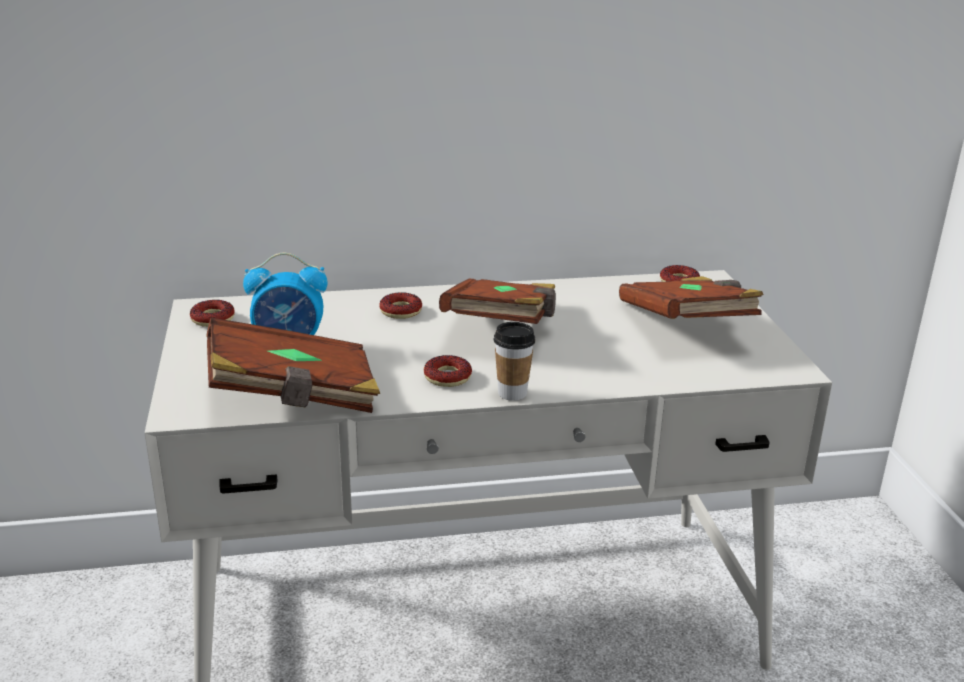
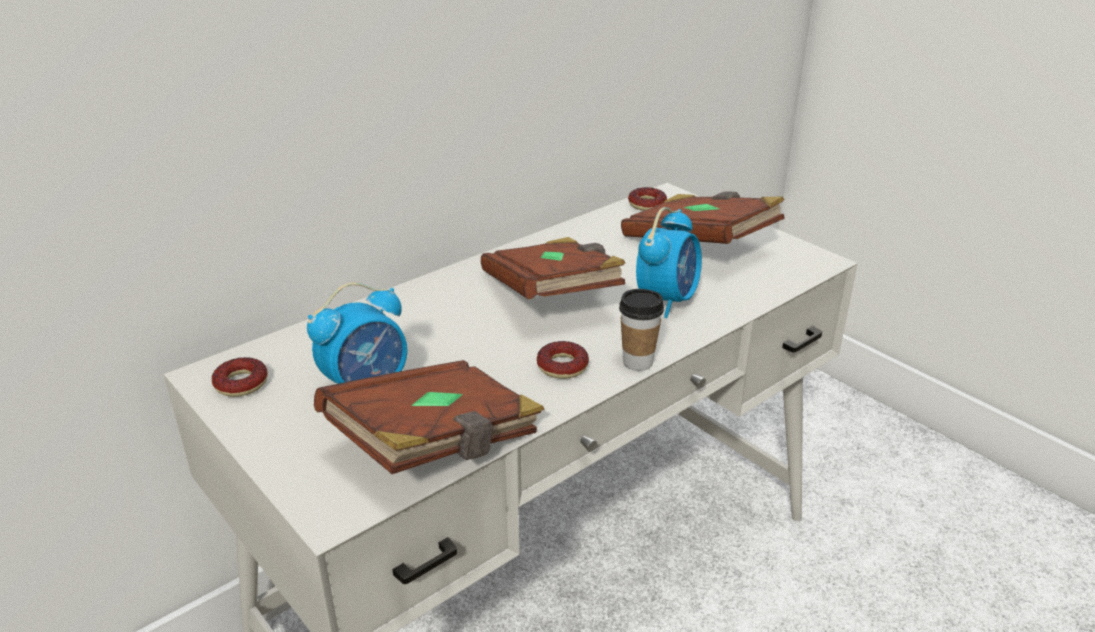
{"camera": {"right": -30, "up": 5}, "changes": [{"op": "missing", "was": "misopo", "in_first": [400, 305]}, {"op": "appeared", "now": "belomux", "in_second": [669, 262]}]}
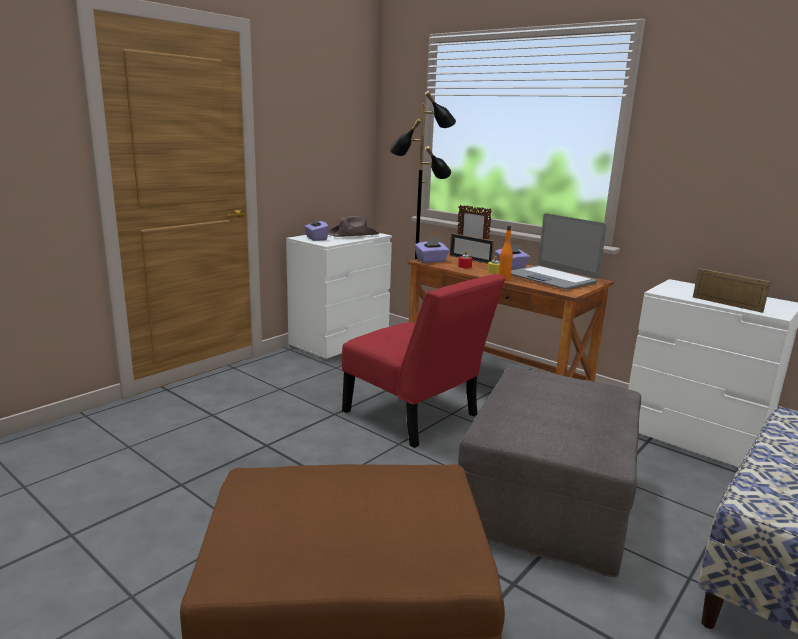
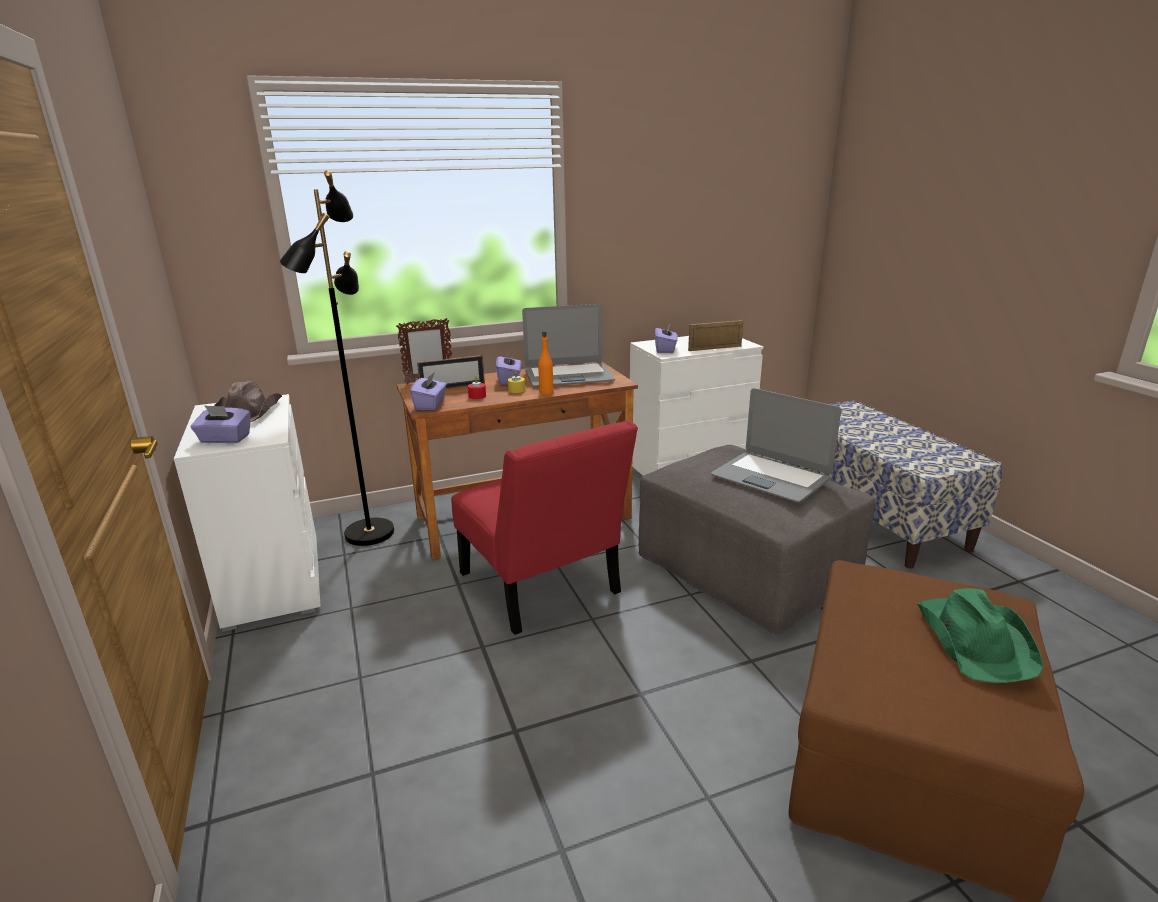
{"camera": {"right": -60, "up": 5}, "changes": [{"op": "spun", "was": "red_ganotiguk", "in_first": [423, 361], "in_second": [544, 527], "clockwise": 75}, {"op": "appeared", "now": "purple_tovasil", "in_second": [666, 339]}, {"op": "appeared", "now": "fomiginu", "in_second": [776, 445]}, {"op": "appeared", "now": "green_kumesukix", "in_second": [980, 635]}]}
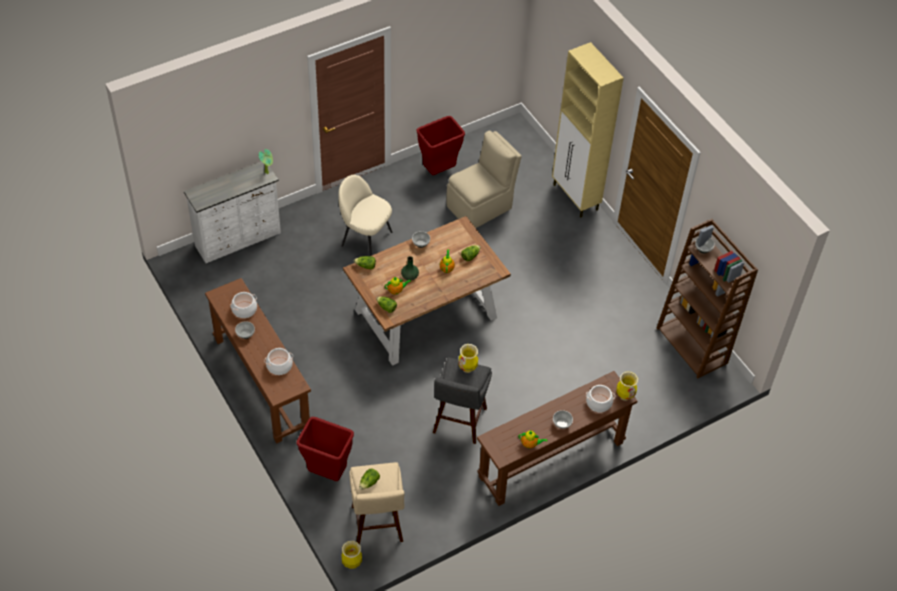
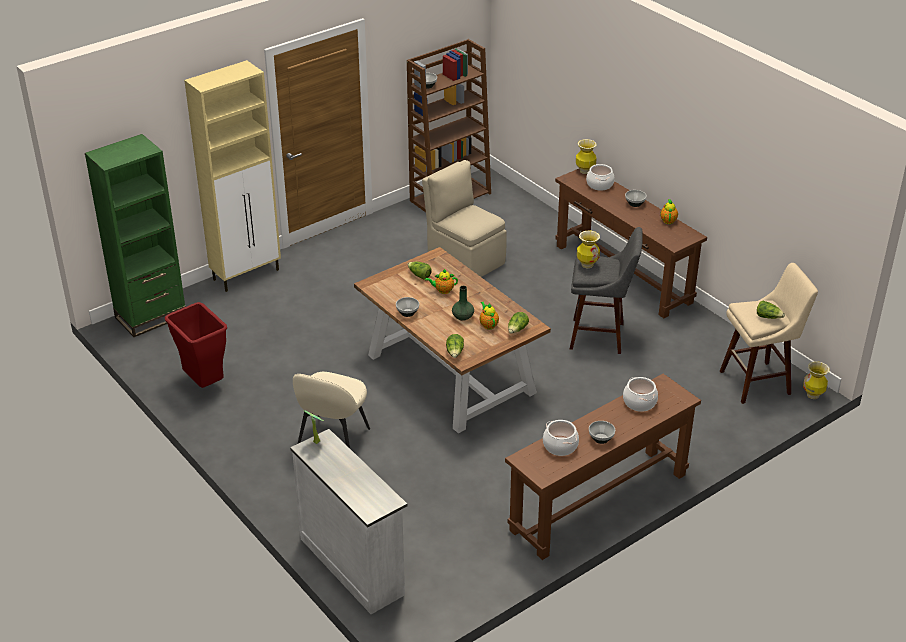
{"camera": {"right": -95, "up": -15}, "changes": [{"op": "missing", "was": "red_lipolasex", "in_first": [325, 449]}, {"op": "relocated", "was": "beige_ganotiguk", "in_first": [484, 179], "in_second": [464, 218]}, {"op": "appeared", "now": "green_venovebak", "in_second": [135, 235]}]}
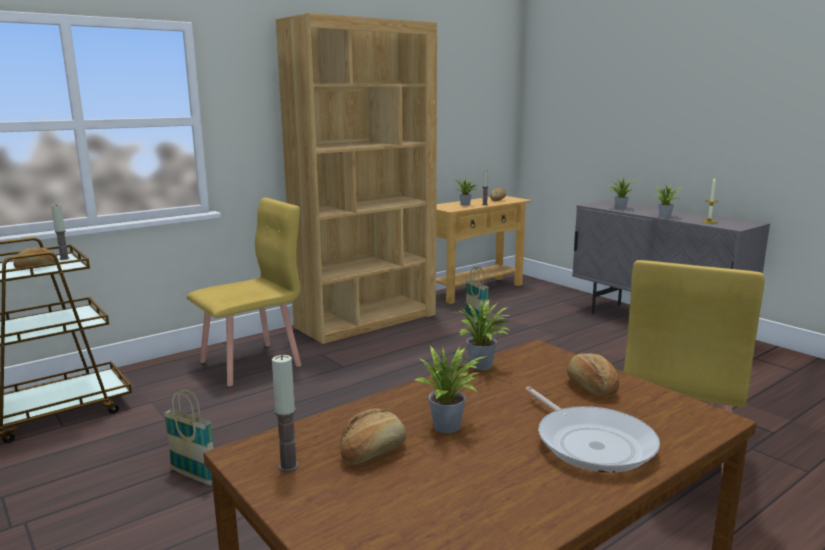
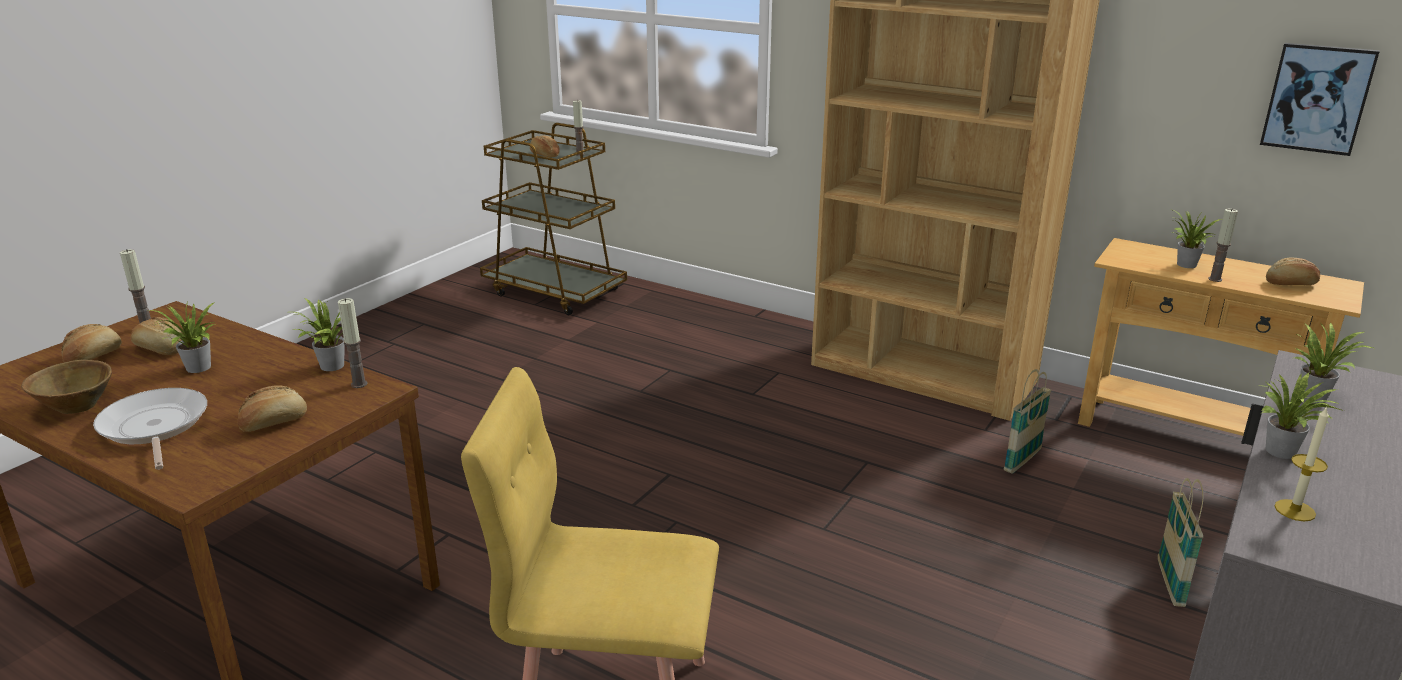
{"camera": {"right": 70, "up": 10}, "changes": [{"op": "relocated", "was": "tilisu", "in_first": [188, 437], "in_second": [1180, 542]}, {"op": "missing", "was": "yellow_ganotiguk", "in_first": [244, 291]}, {"op": "spun", "was": "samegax", "in_first": [592, 430], "in_second": [150, 429], "clockwise": 105}, {"op": "appeared", "now": "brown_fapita", "in_second": [66, 387]}, {"op": "appeared", "now": "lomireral", "in_second": [91, 343]}, {"op": "appeared", "now": "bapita", "in_second": [352, 343]}, {"op": "appeared", "now": "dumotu", "in_second": [1320, 99]}]}
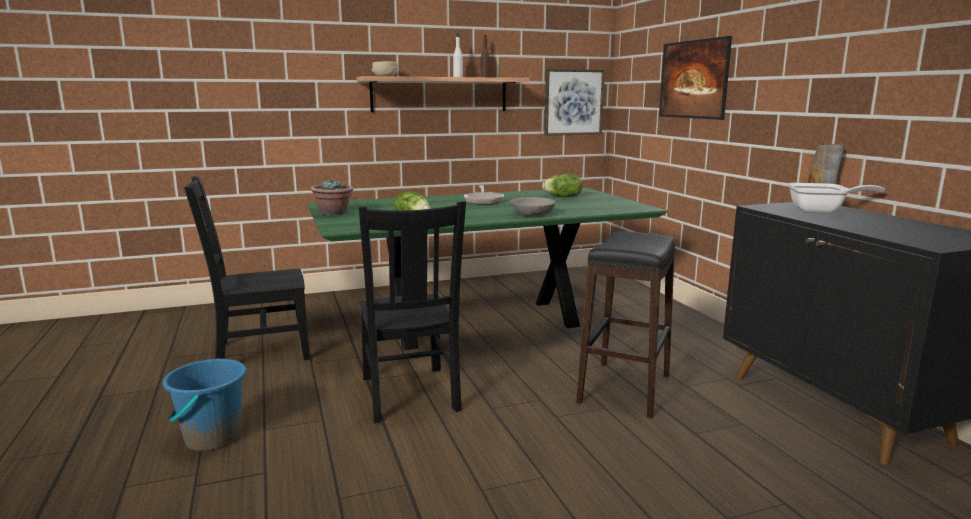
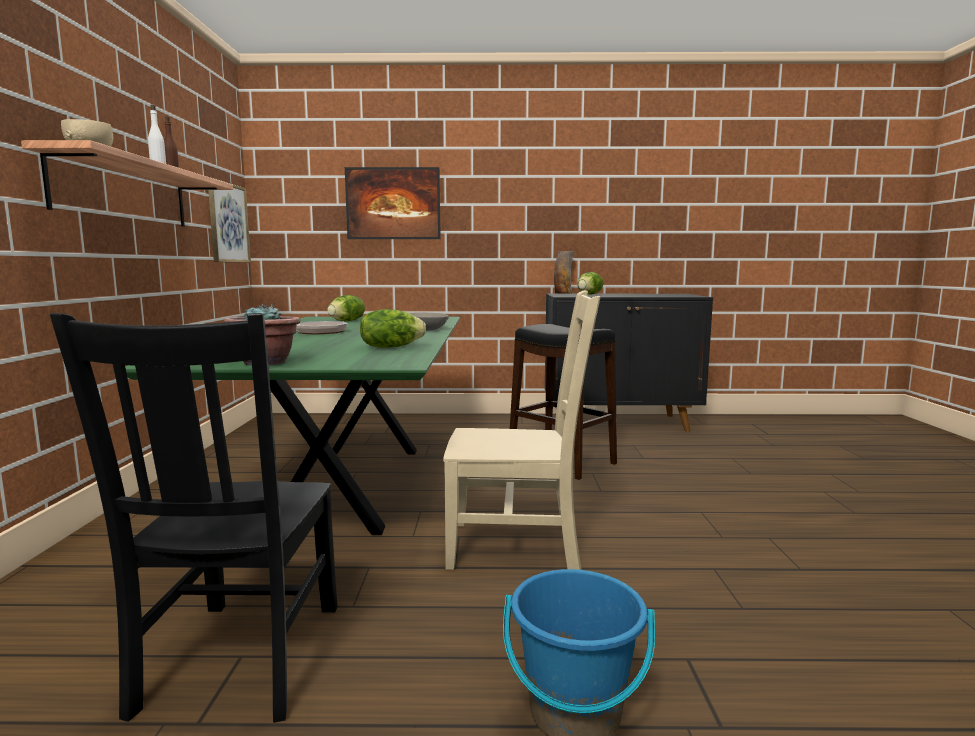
{"camera": {"right": -70, "up": -5}, "changes": [{"op": "colour", "was": "black_ganotiguk", "now": "beige_ganotiguk", "in_first": [412, 312], "in_second": [521, 430]}, {"op": "exchanged", "was": "samegax", "now": "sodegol", "in_first": [837, 198], "in_second": [590, 283]}]}
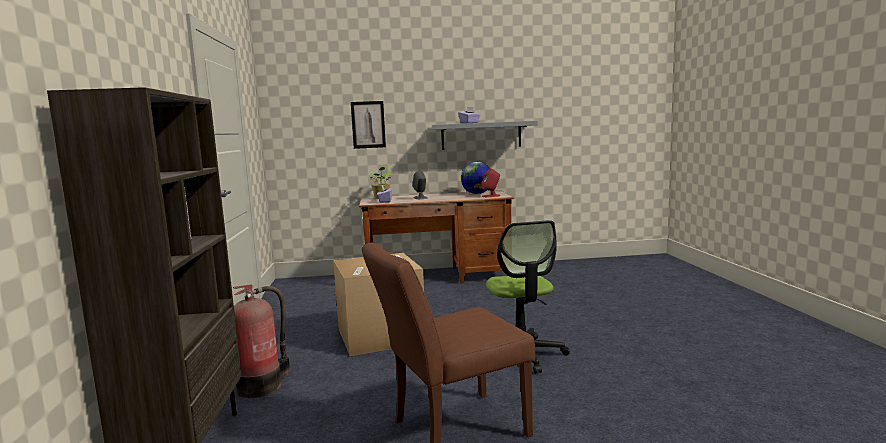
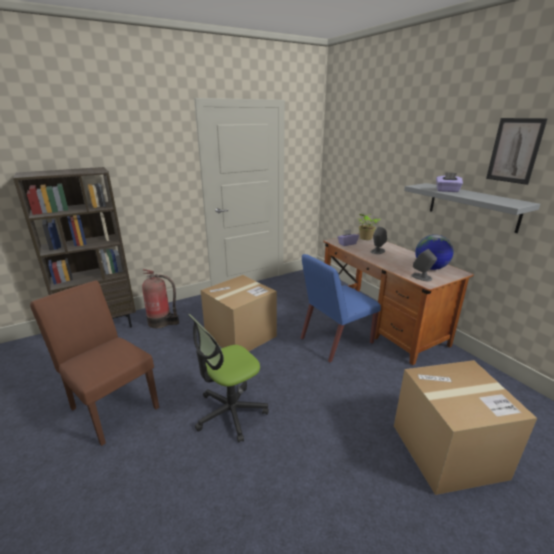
{"camera": {"right": 65, "up": 15}, "changes": [{"op": "relocated", "was": "dumotu", "in_first": [368, 125], "in_second": [517, 151]}, {"op": "colour", "was": "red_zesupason", "now": "grey_zesupason", "in_first": [491, 182], "in_second": [424, 265]}, {"op": "appeared", "now": "blue_ganotiguk", "in_second": [341, 308]}, {"op": "appeared", "now": "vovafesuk", "in_second": [465, 427]}]}
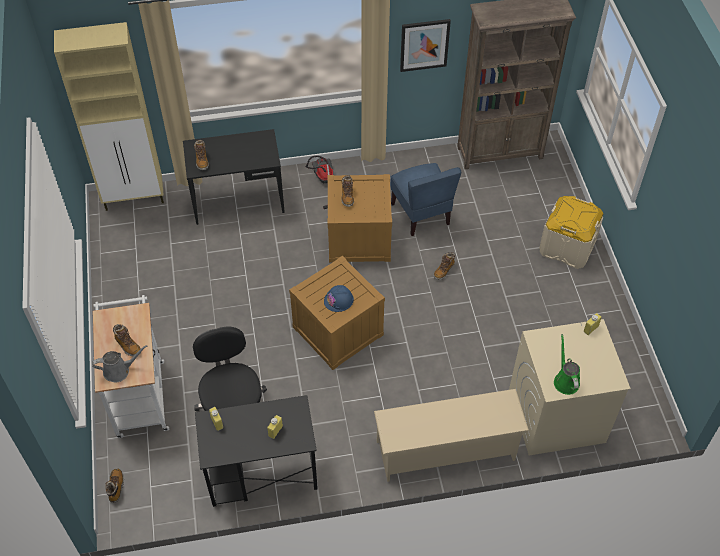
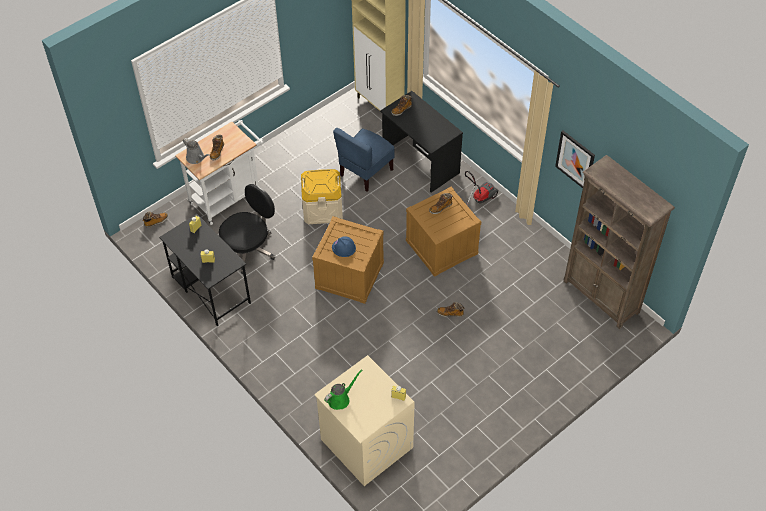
{"camera": {"right": 60, "up": 0}, "changes": [{"op": "missing", "was": "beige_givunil", "in_first": [451, 435]}, {"op": "relocated", "was": "blue_ganotiguk", "in_first": [426, 199], "in_second": [364, 160]}, {"op": "relocated", "was": "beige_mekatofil", "in_first": [571, 232], "in_second": [322, 196]}]}
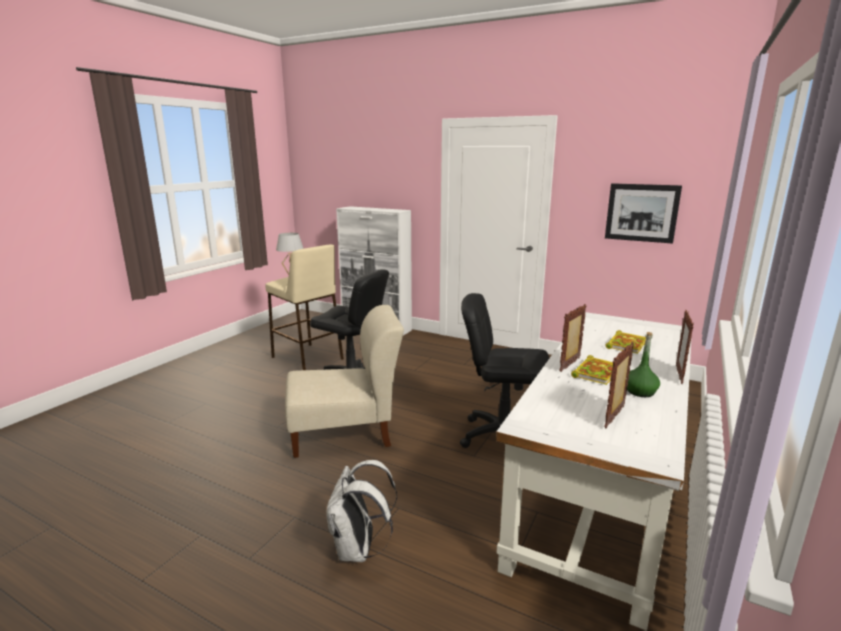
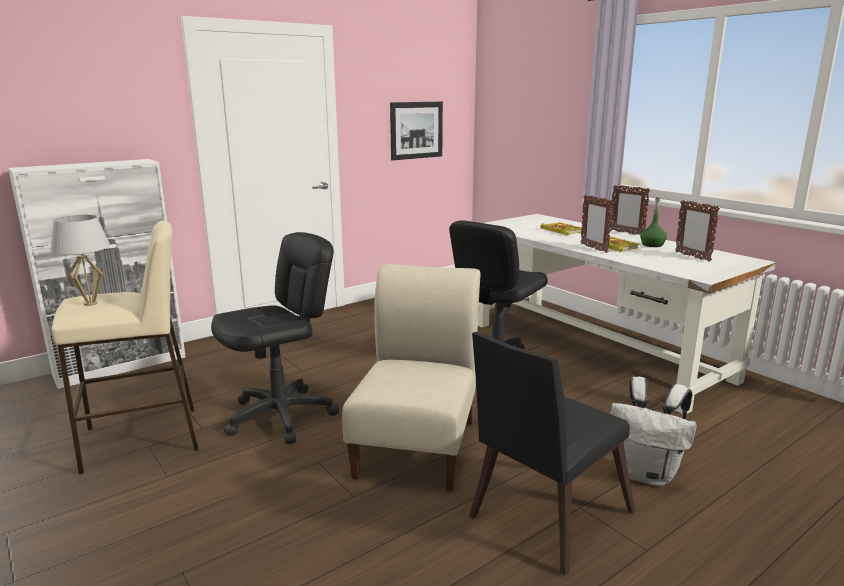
{"camera": {"right": -65, "up": 0}, "changes": [{"op": "appeared", "now": "black_ganotiguk", "in_second": [552, 453]}]}
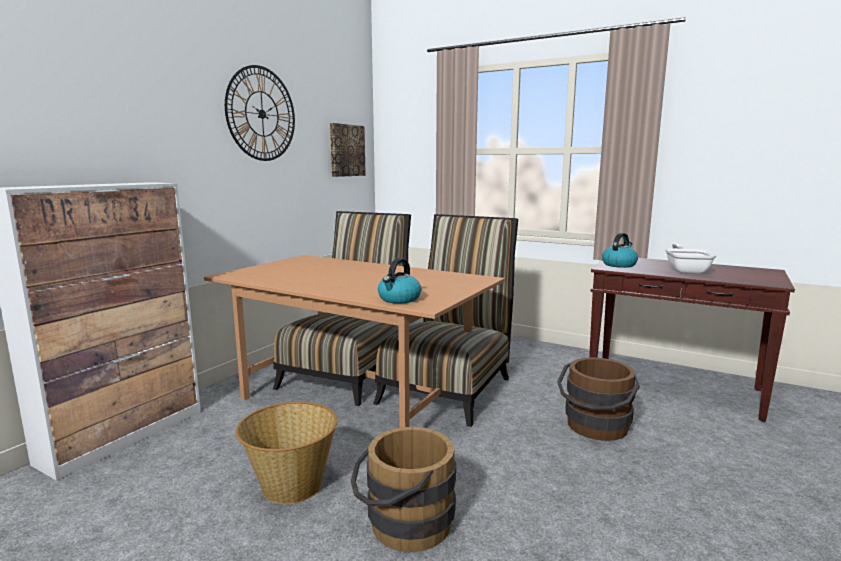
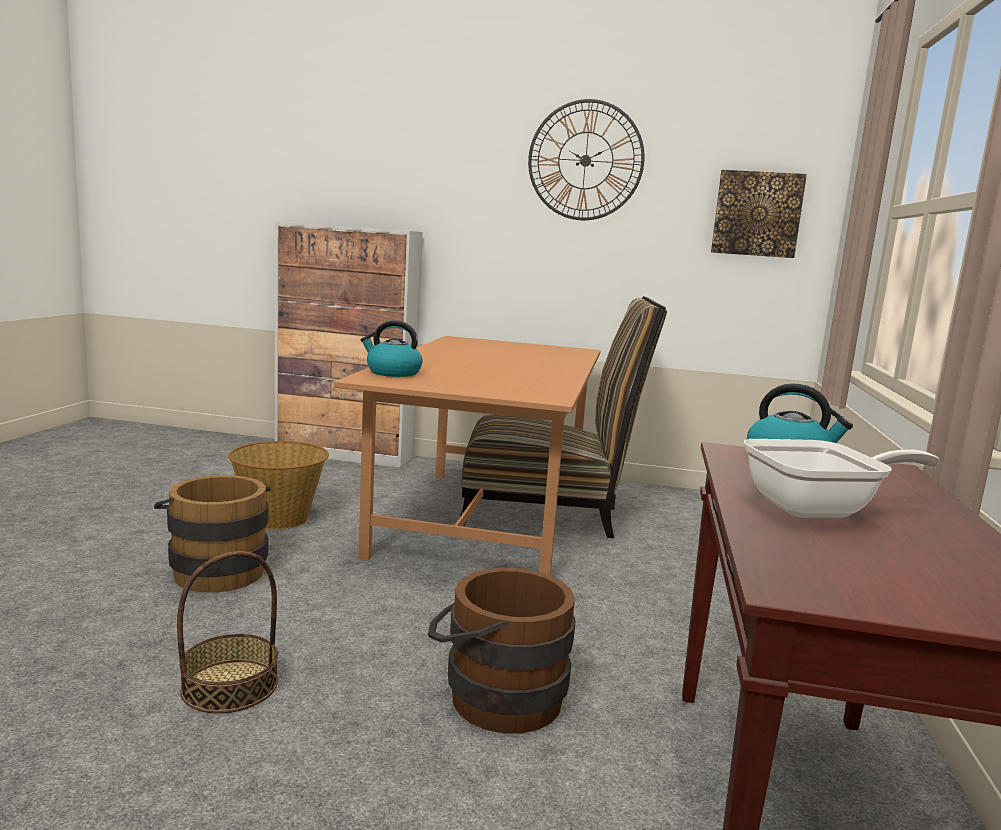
{"camera": {"right": 70, "up": 0}, "changes": [{"op": "missing", "was": "ganotiguk", "in_first": [445, 320]}, {"op": "appeared", "now": "tilisu", "in_second": [227, 632]}]}
